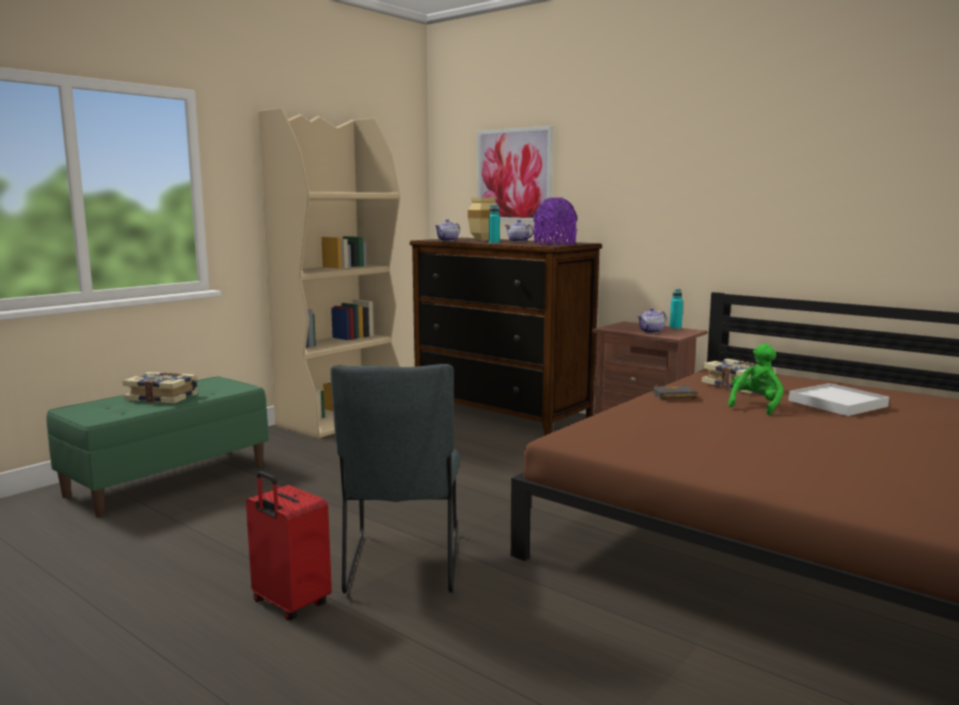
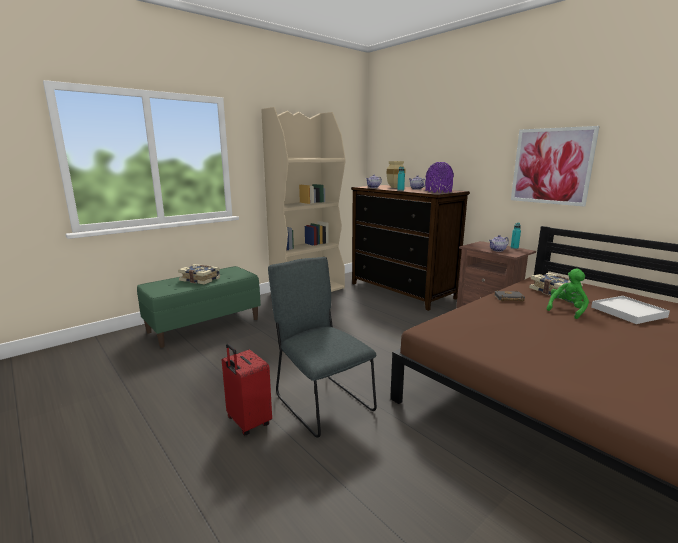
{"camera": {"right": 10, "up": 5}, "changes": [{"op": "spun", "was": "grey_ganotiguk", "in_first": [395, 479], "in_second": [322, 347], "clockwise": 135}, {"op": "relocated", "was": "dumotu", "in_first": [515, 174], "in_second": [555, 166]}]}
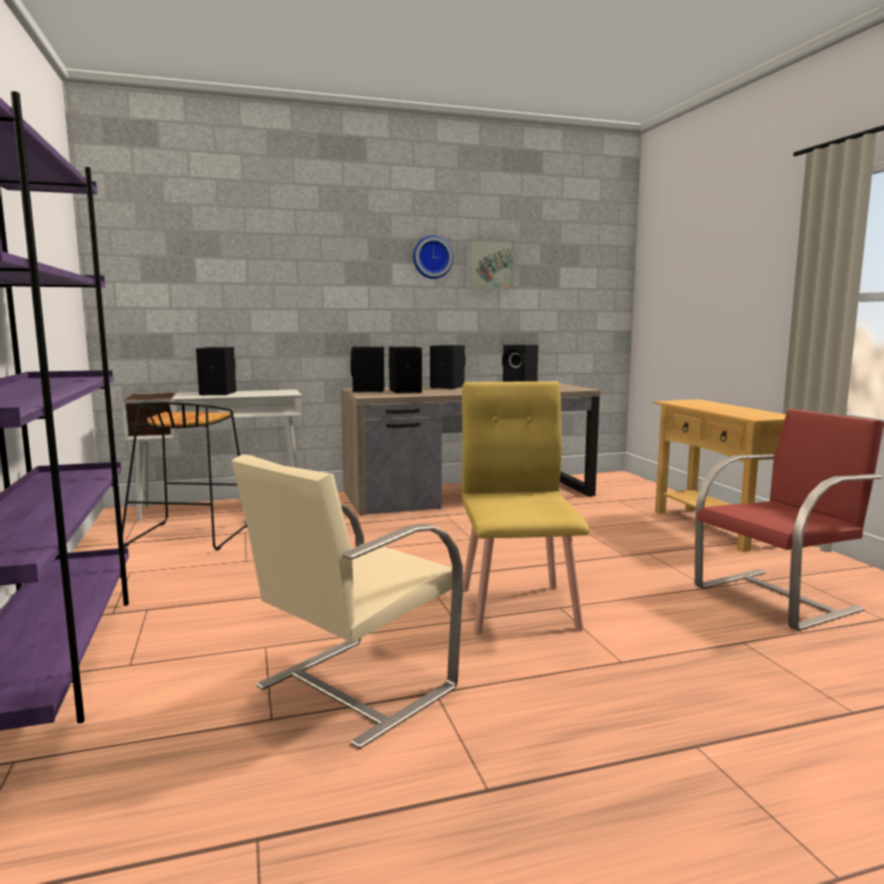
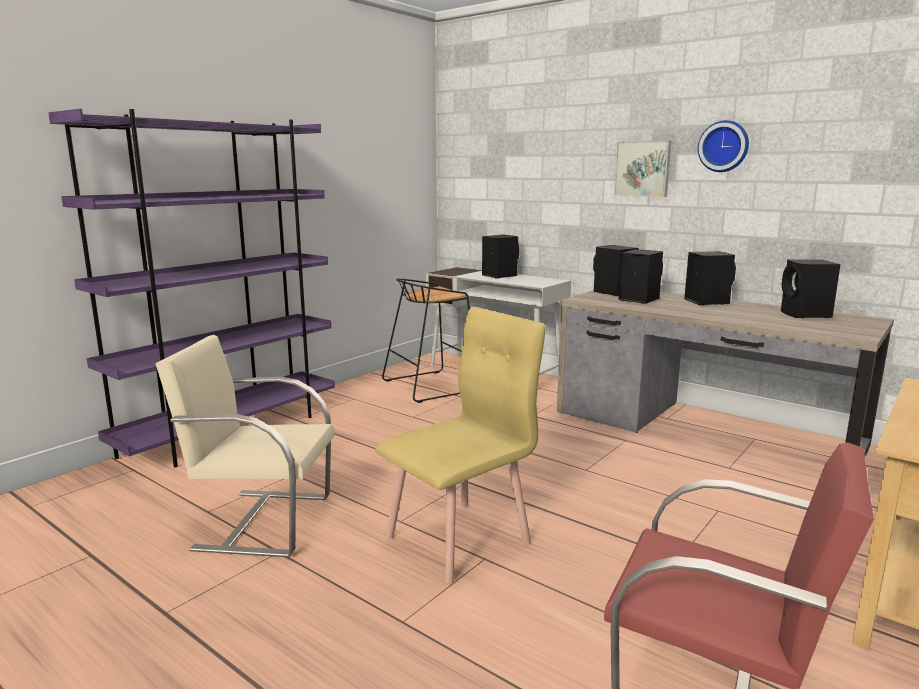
{"camera": {"right": 55, "up": 5}, "changes": [{"op": "relocated", "was": "dumotu", "in_first": [490, 264], "in_second": [642, 169]}]}
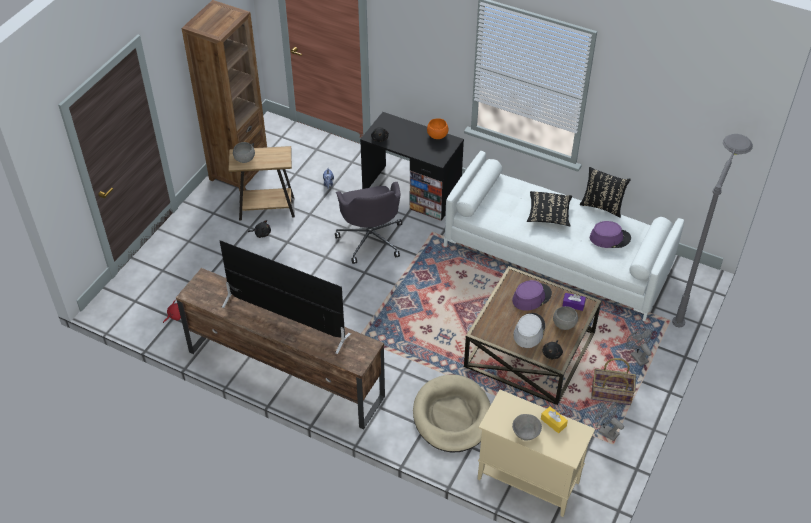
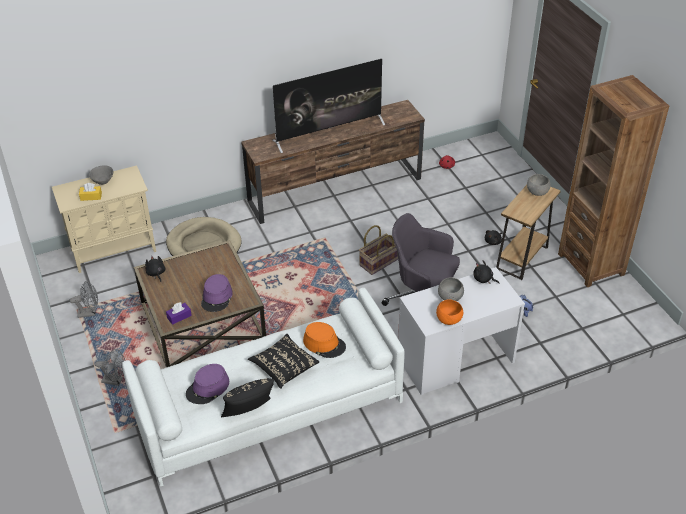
{"camera": {"right": 130, "up": -5}, "changes": [{"op": "colour", "was": "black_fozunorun", "now": "white_fozunorun", "in_first": [412, 166], "in_second": [461, 331]}, {"op": "missing", "was": "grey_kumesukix", "in_first": [529, 330]}, {"op": "relocated", "was": "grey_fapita", "in_first": [565, 318], "in_second": [451, 289]}, {"op": "relocated", "was": "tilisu", "in_first": [613, 381], "in_second": [378, 250]}, {"op": "missing", "was": "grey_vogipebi", "in_first": [712, 230]}, {"op": "appeared", "now": "orange_kumesukix", "in_second": [324, 340]}]}
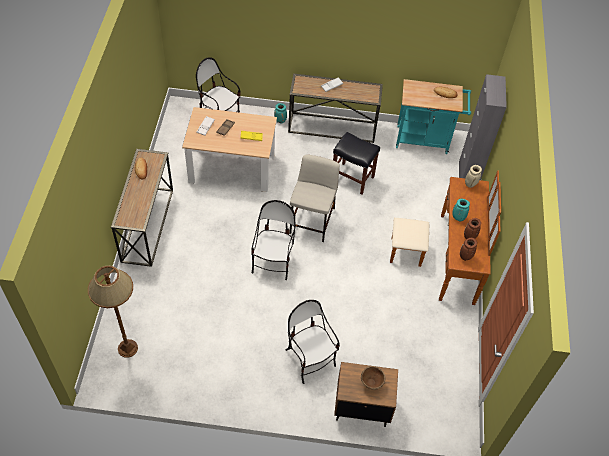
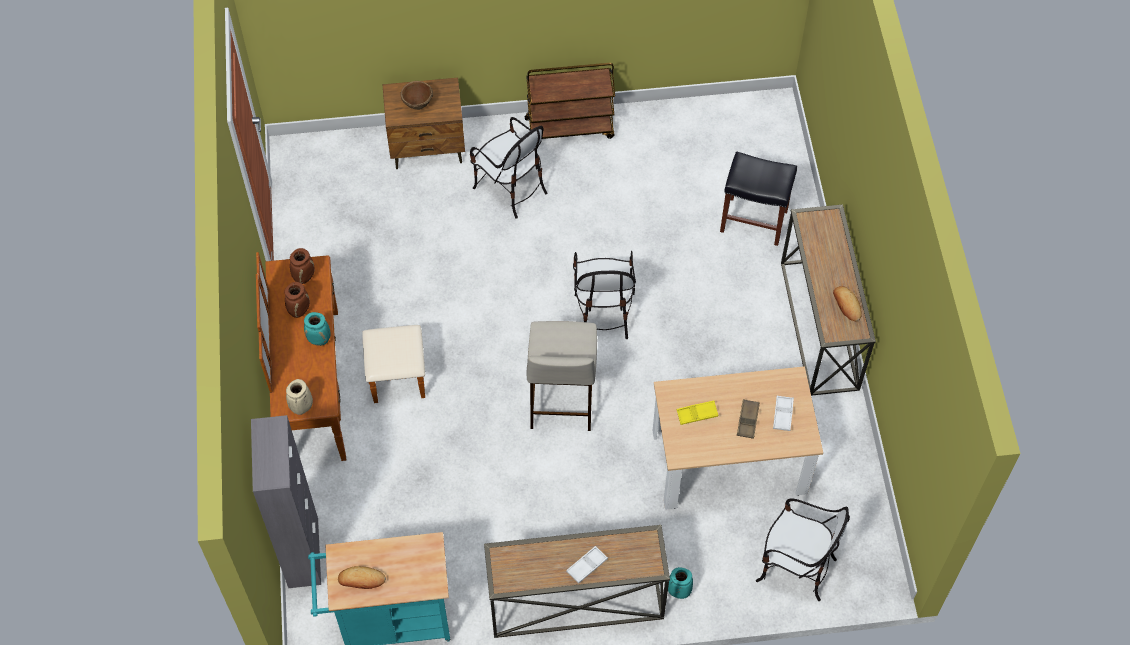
{"camera": {"right": 170, "up": 5}, "changes": [{"op": "missing", "was": "brown_vogipebi", "in_first": [113, 312]}, {"op": "relocated", "was": "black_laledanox", "in_first": [356, 163], "in_second": [758, 198]}, {"op": "appeared", "now": "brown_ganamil", "in_second": [570, 101]}]}
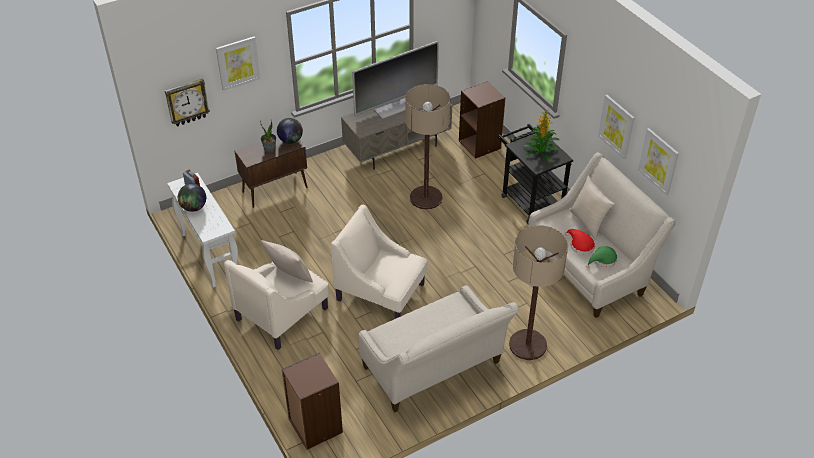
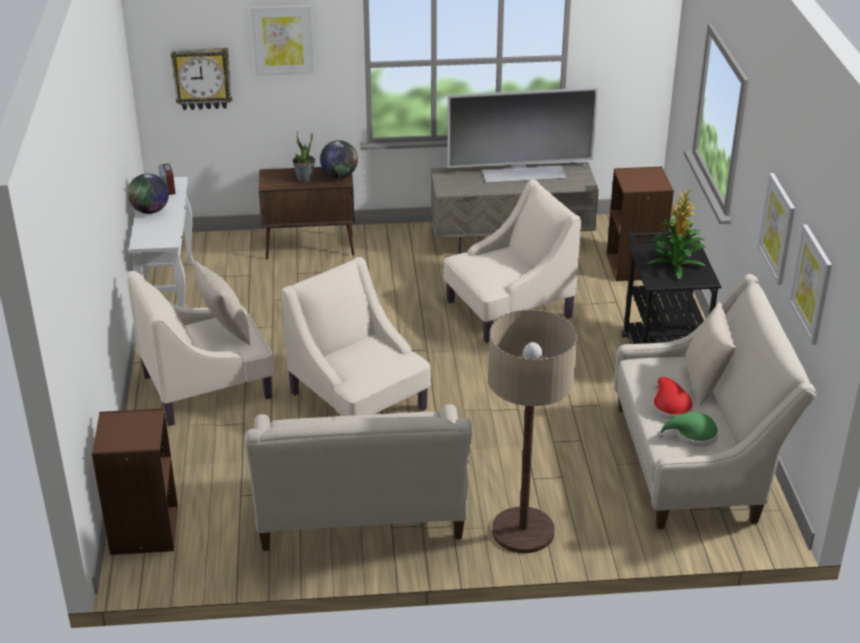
{"camera": {"right": 25, "up": -10}, "changes": [{"op": "exchanged", "was": "vogipebi", "now": "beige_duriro", "in_first": [427, 147], "in_second": [512, 261]}]}
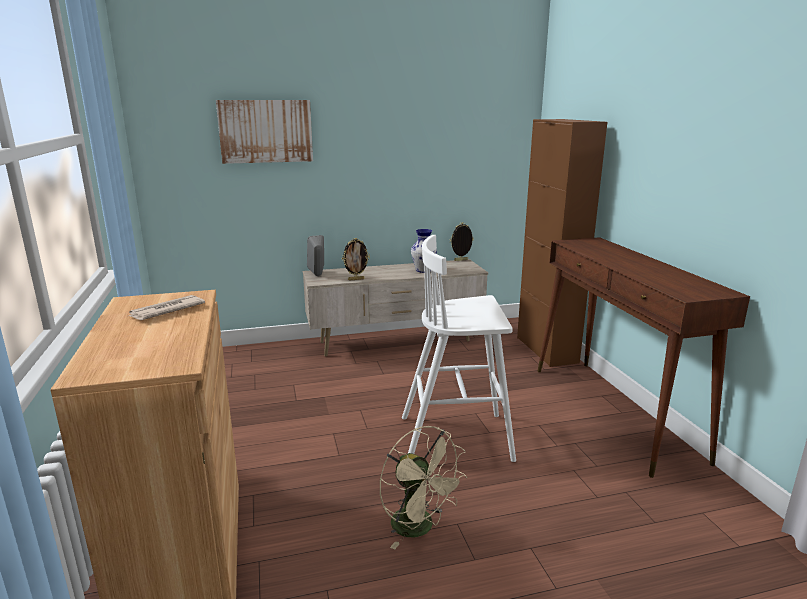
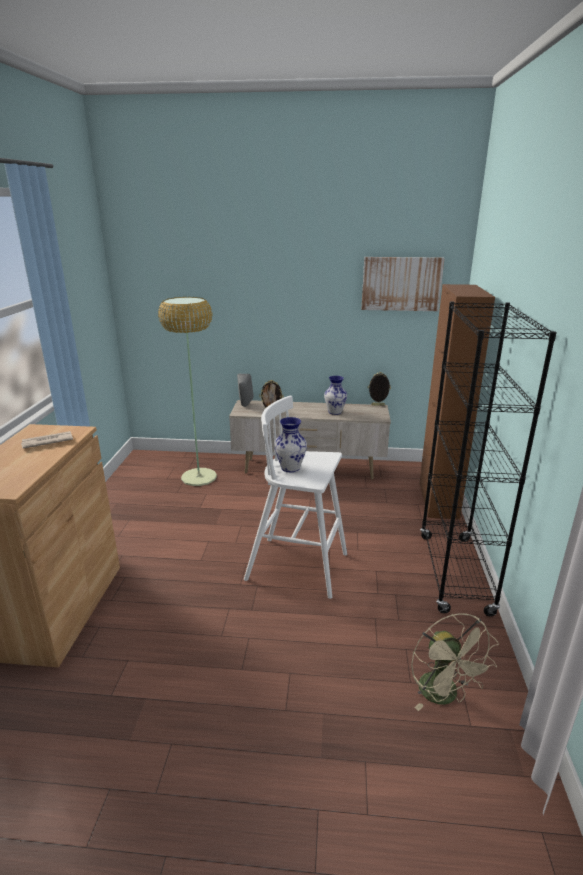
{"camera": {"right": 20, "up": 5}, "changes": [{"op": "relocated", "was": "dumotu", "in_first": [264, 132], "in_second": [403, 284]}, {"op": "relocated", "was": "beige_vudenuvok", "in_first": [423, 488], "in_second": [455, 662]}, {"op": "exchanged", "was": "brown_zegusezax", "now": "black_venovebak", "in_first": [643, 357], "in_second": [488, 458]}, {"op": "appeared", "now": "vogipebi", "in_second": [187, 391]}, {"op": "appeared", "now": "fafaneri", "in_second": [290, 444]}]}
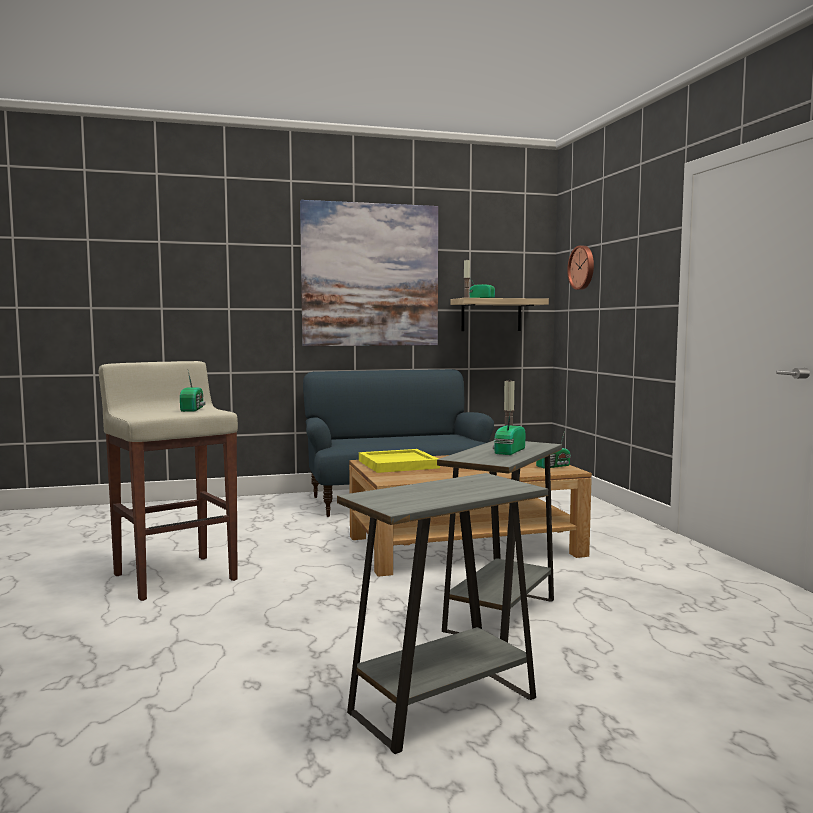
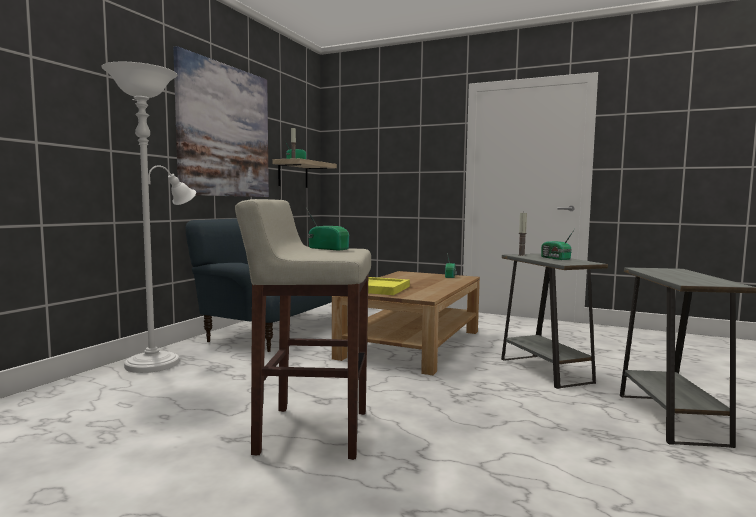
{"camera": {"right": -50, "up": 0}, "changes": [{"op": "missing", "was": "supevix", "in_first": [580, 268]}, {"op": "appeared", "now": "white_vogipebi", "in_second": [148, 217]}]}
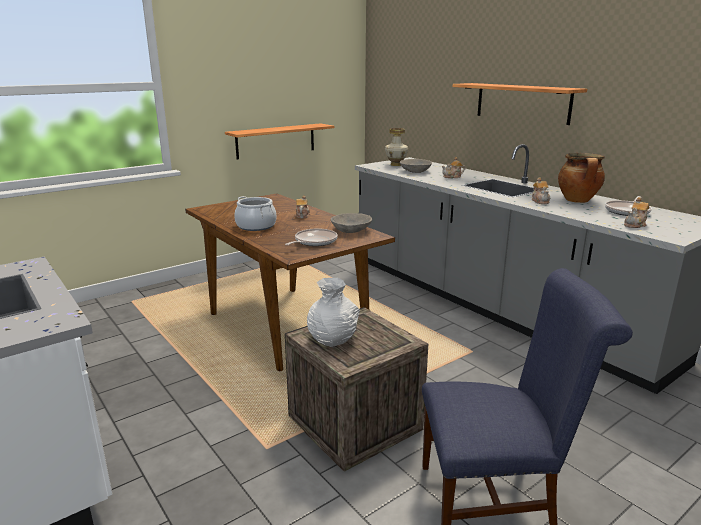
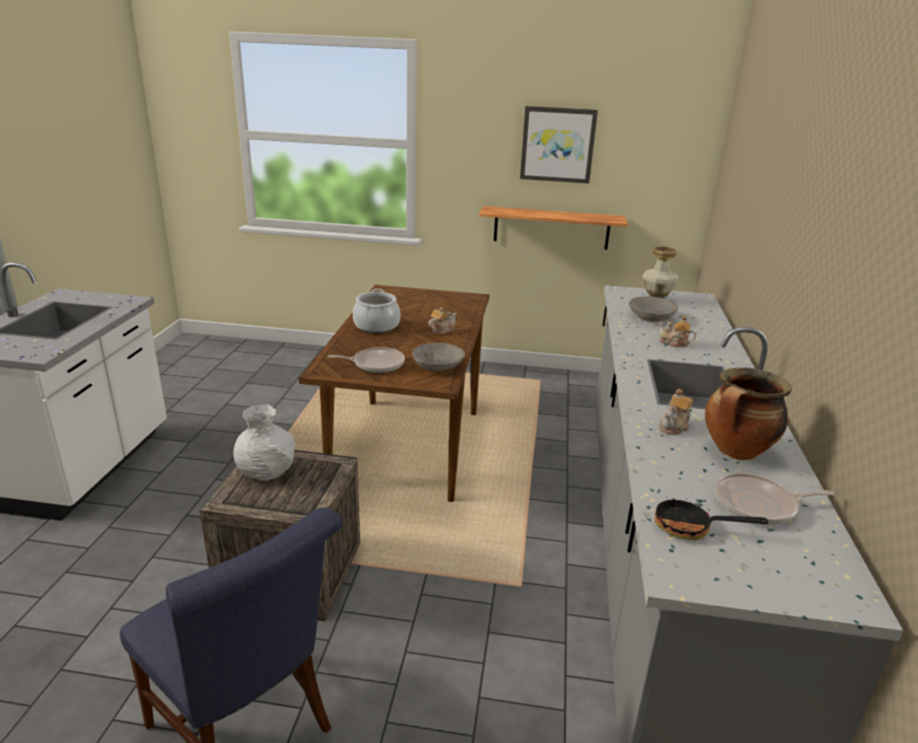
{"camera": {"right": 45, "up": 5}, "changes": [{"op": "missing", "was": "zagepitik", "in_first": [520, 104]}, {"op": "exchanged", "was": "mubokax", "now": "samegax", "in_first": [636, 212], "in_second": [711, 519]}, {"op": "appeared", "now": "dumotu", "in_second": [559, 144]}]}
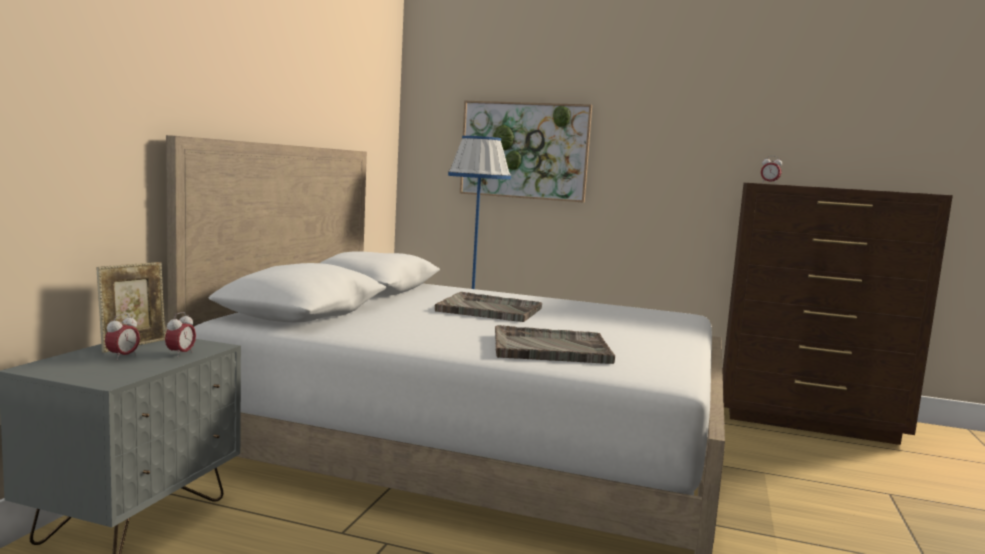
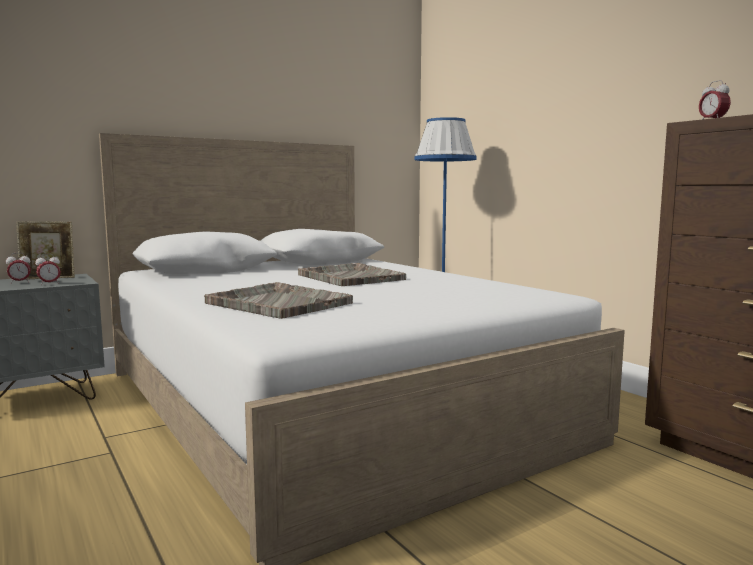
{"camera": {"right": 40, "up": 0}, "changes": [{"op": "missing", "was": "dumotu", "in_first": [526, 152]}]}
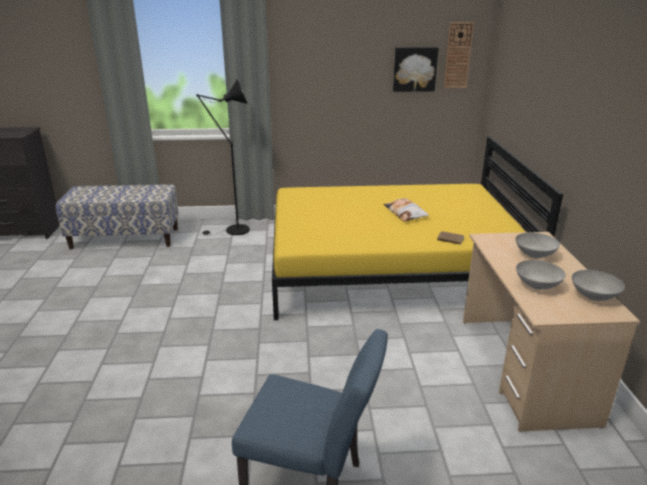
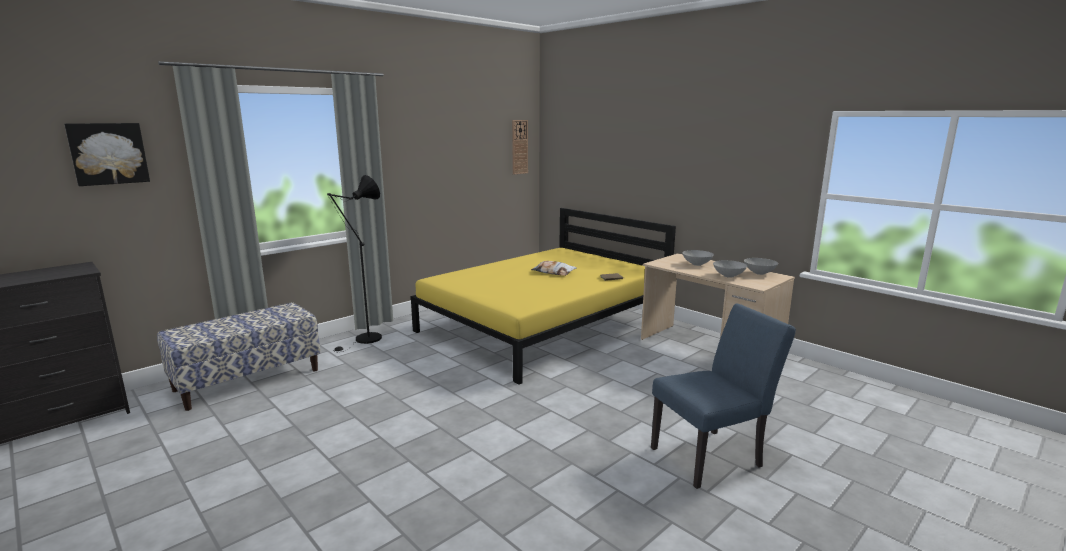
{"camera": {"right": -40, "up": -10}, "changes": [{"op": "relocated", "was": "dumotu", "in_first": [415, 69], "in_second": [107, 154]}]}
